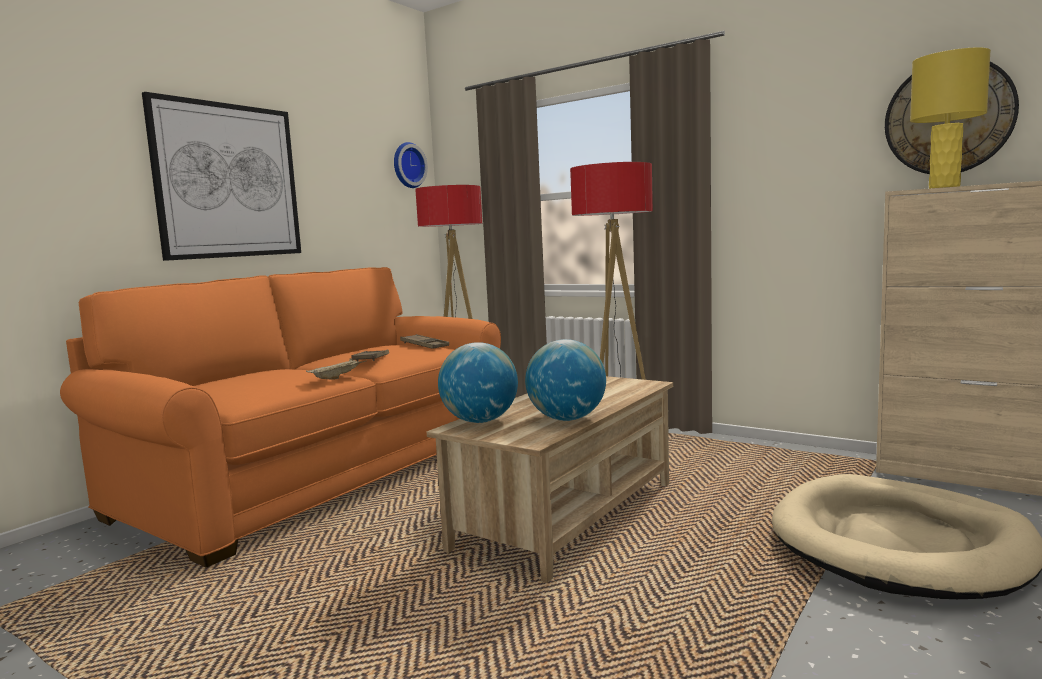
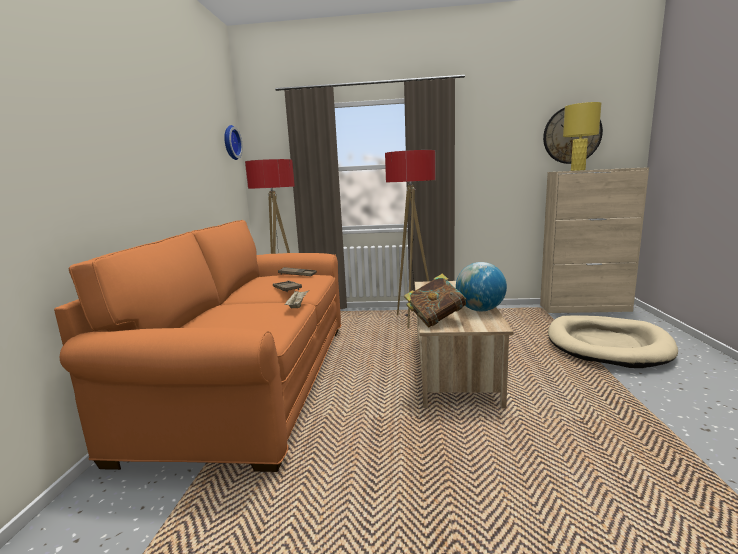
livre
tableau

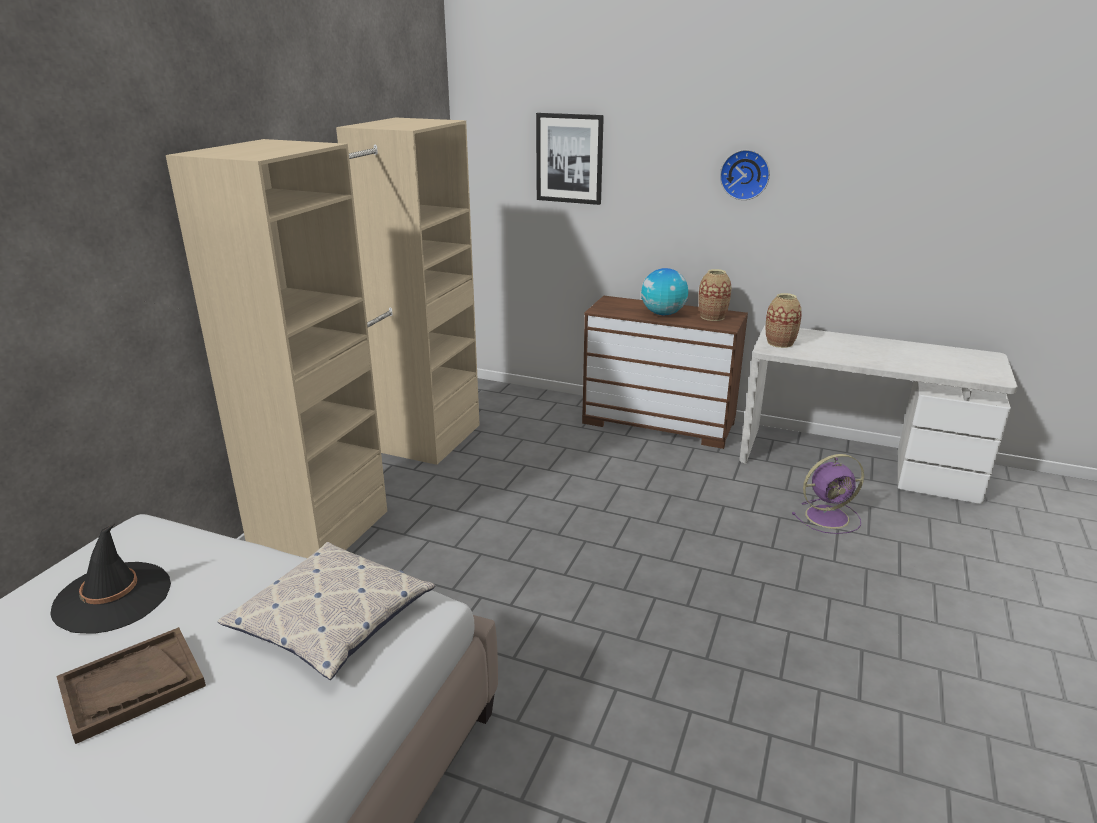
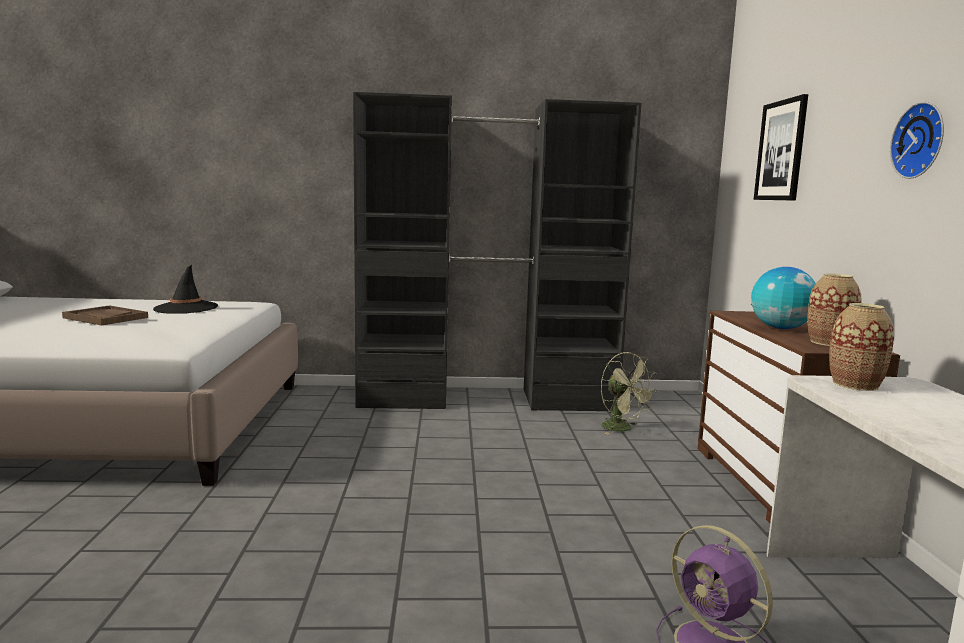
armoire/noir
ventilateur/vert
coussin

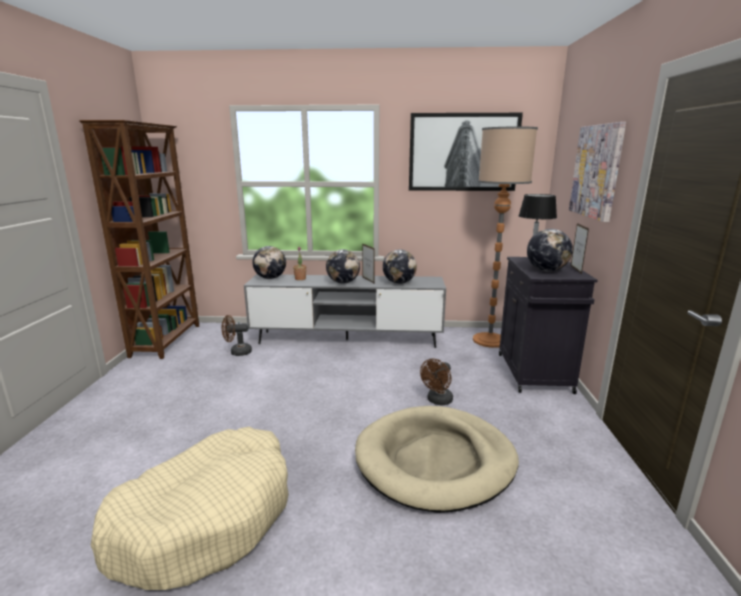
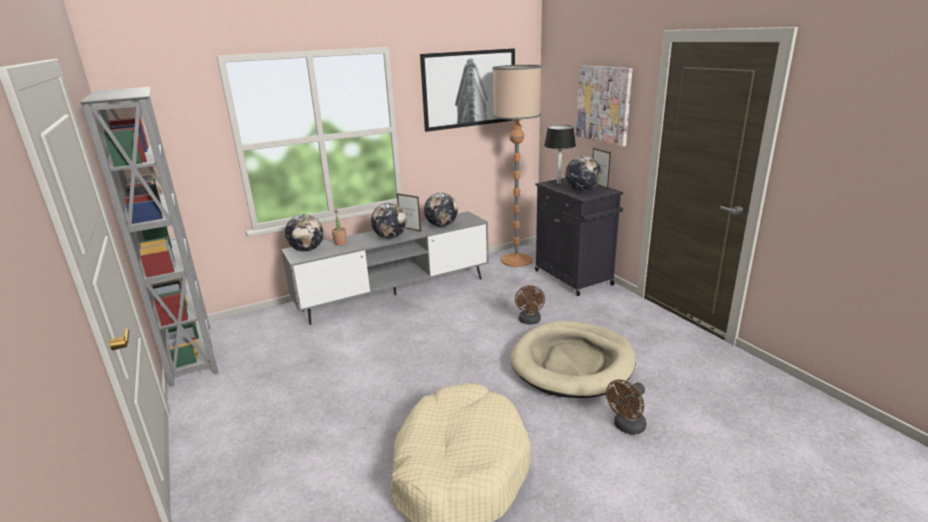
bibliothèque/gris
ventilateur/marron (2nd from left)

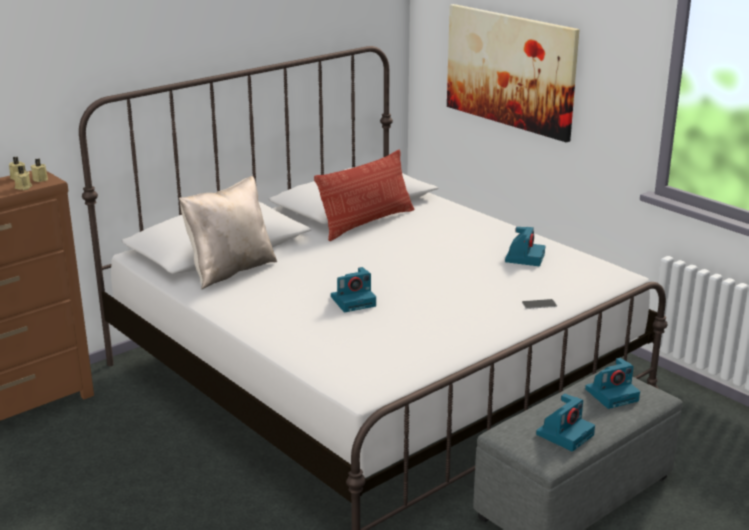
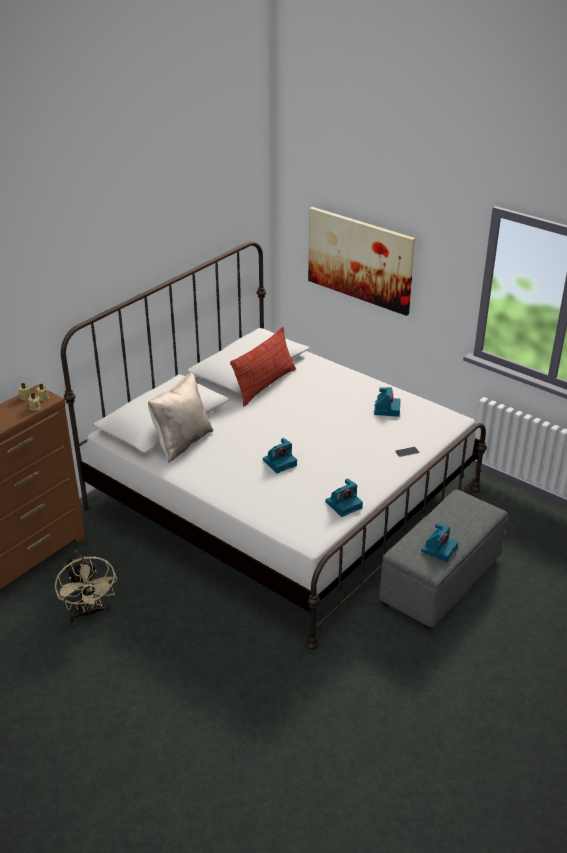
ventilateur/beige
appareil photo (2nd from left)

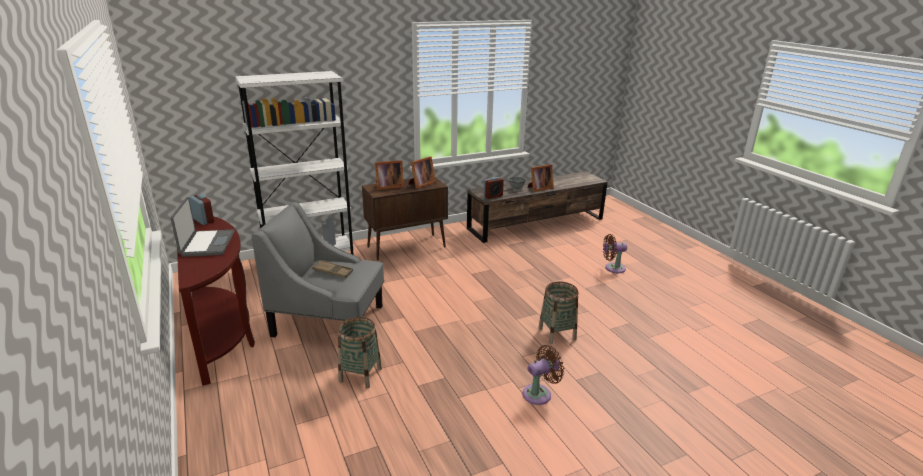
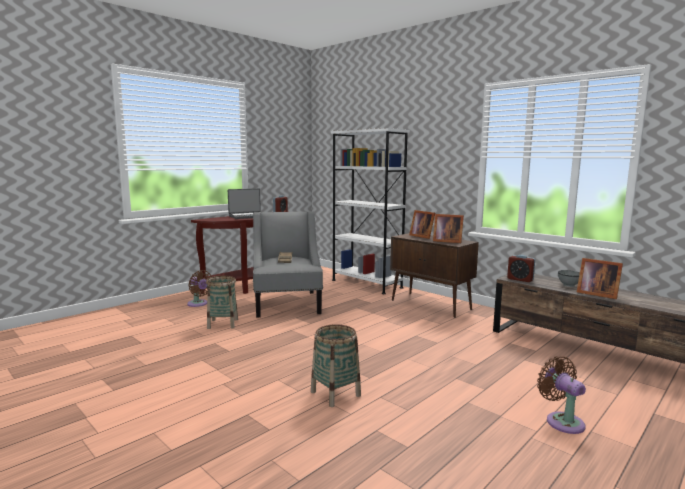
ventilateur/marron (1st from left)

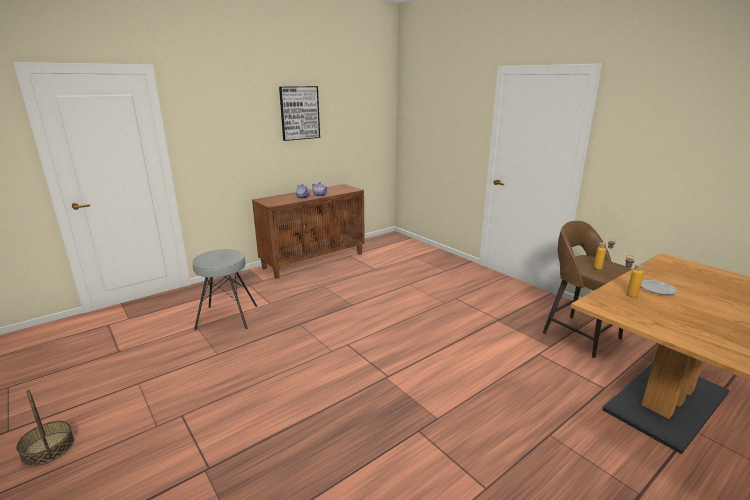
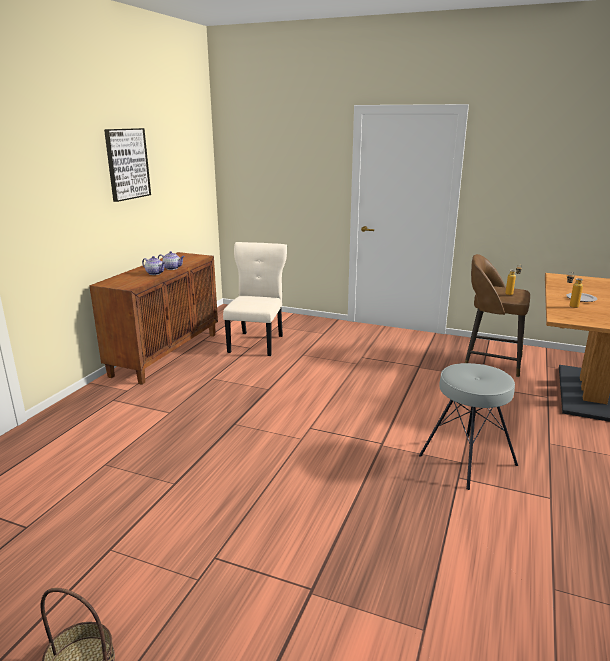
chaise/beige
tabouret/gris

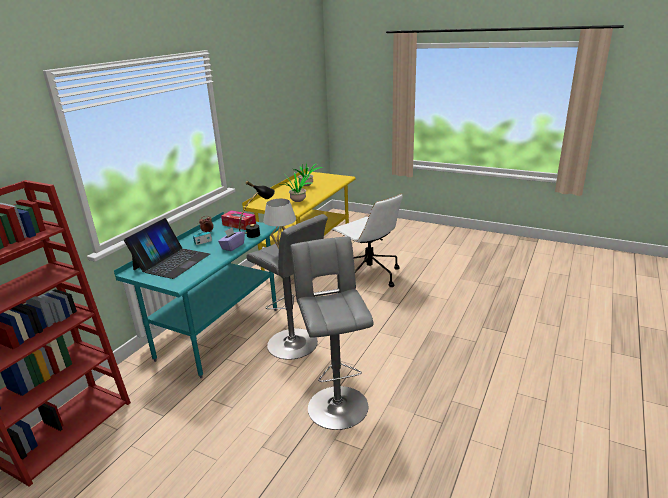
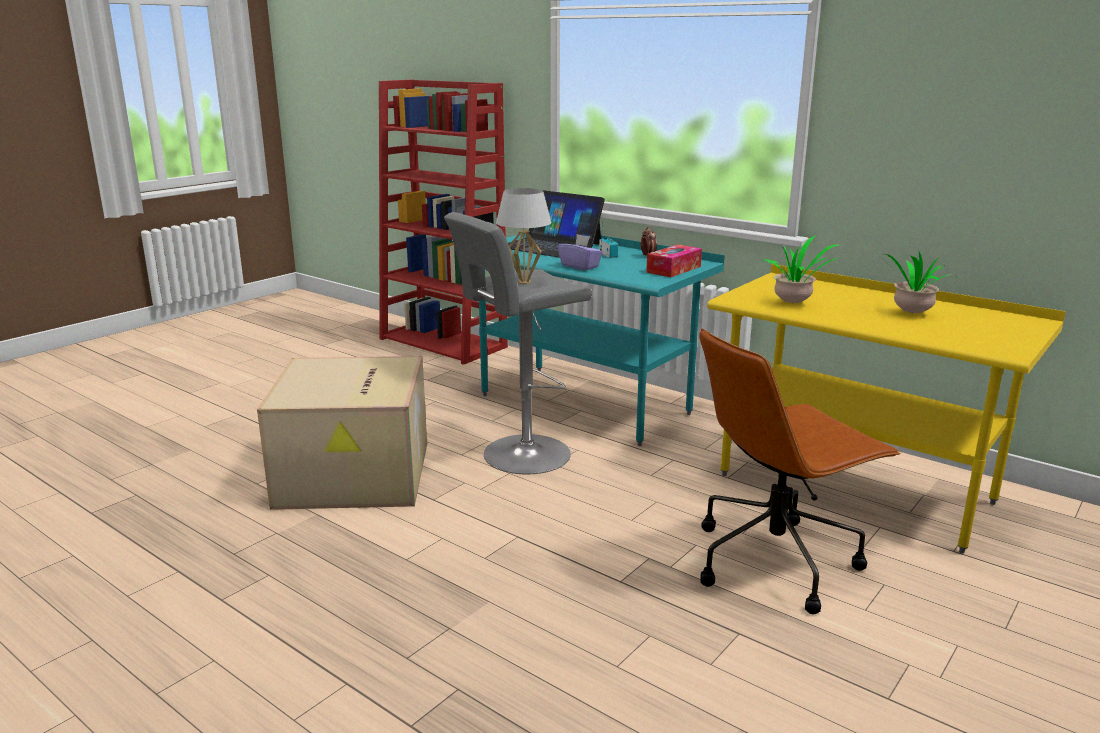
carton
chaise de bureau/marron
lampe de table/noir

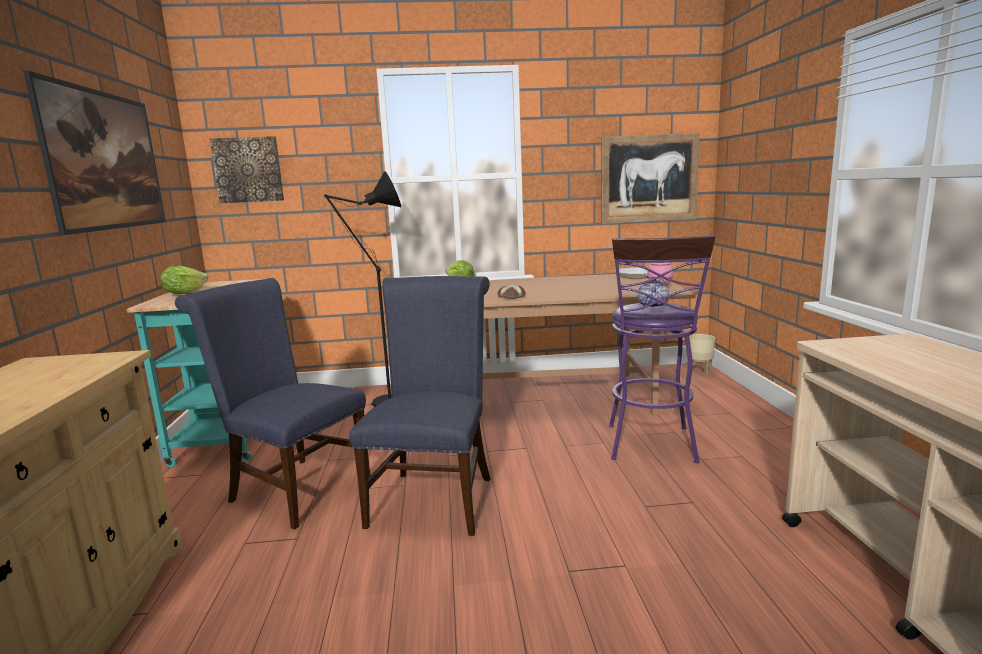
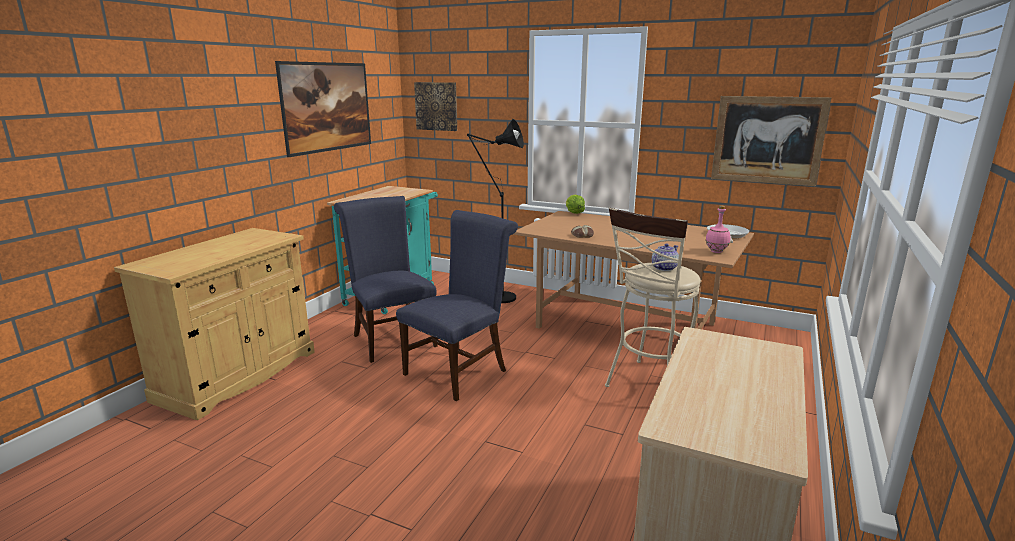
tabouret/beige
laitue (1st from left in the first image)
cache-pot/beige

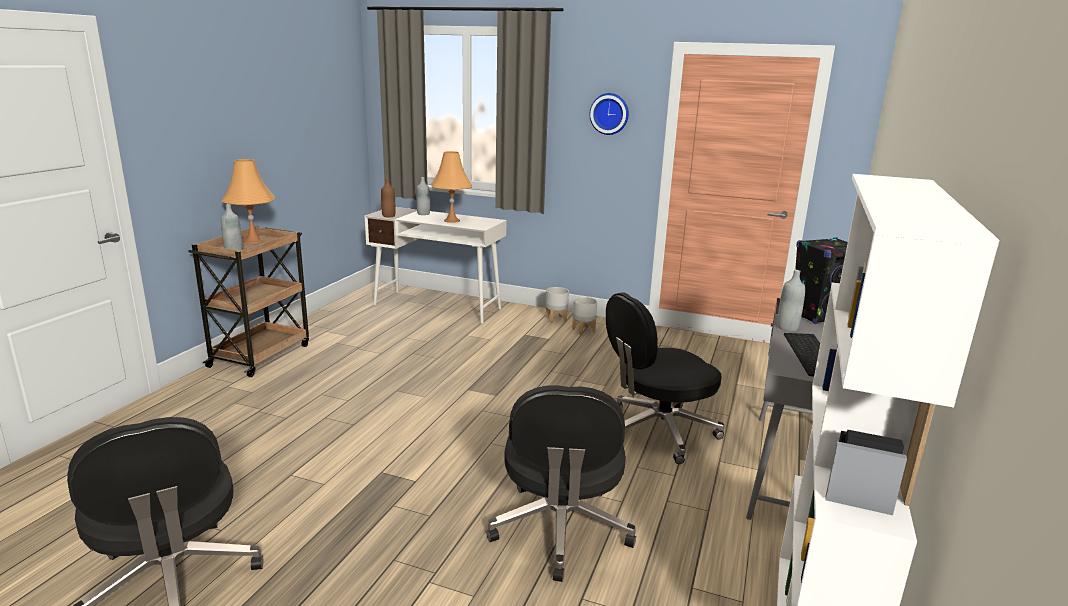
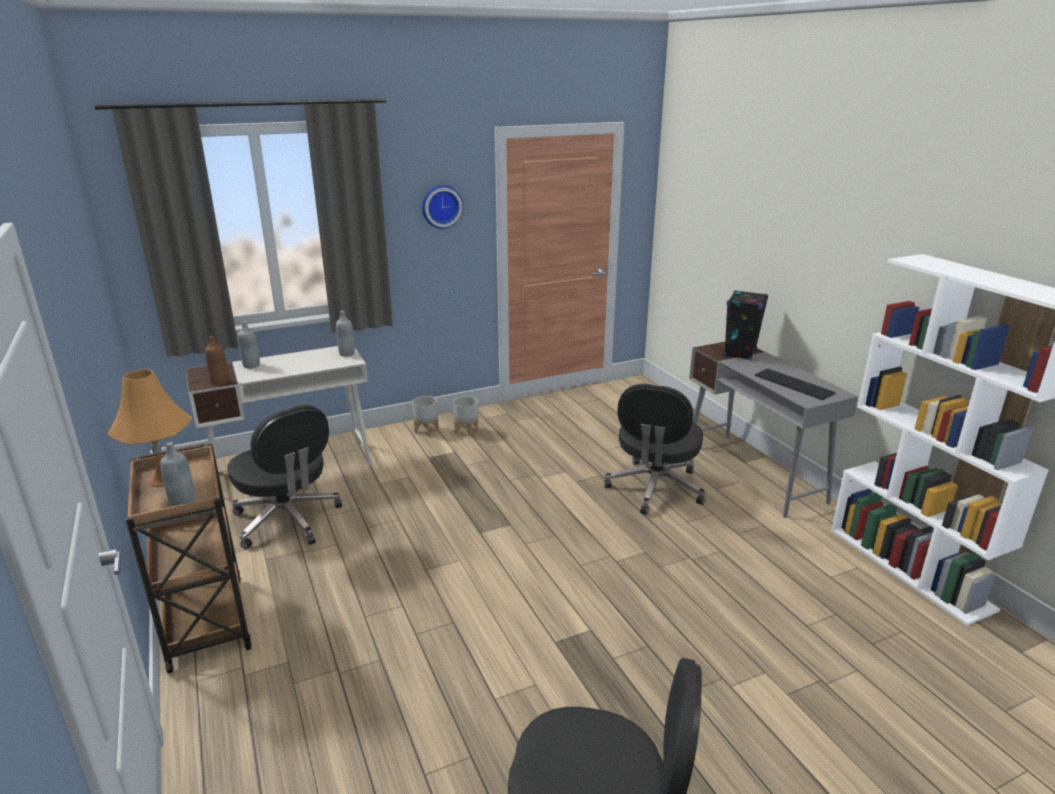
chaise de bureau/noir (1st from left)
bouteille/gris (3rd from left)
lampe de table/orange (2nd from left in the first image)

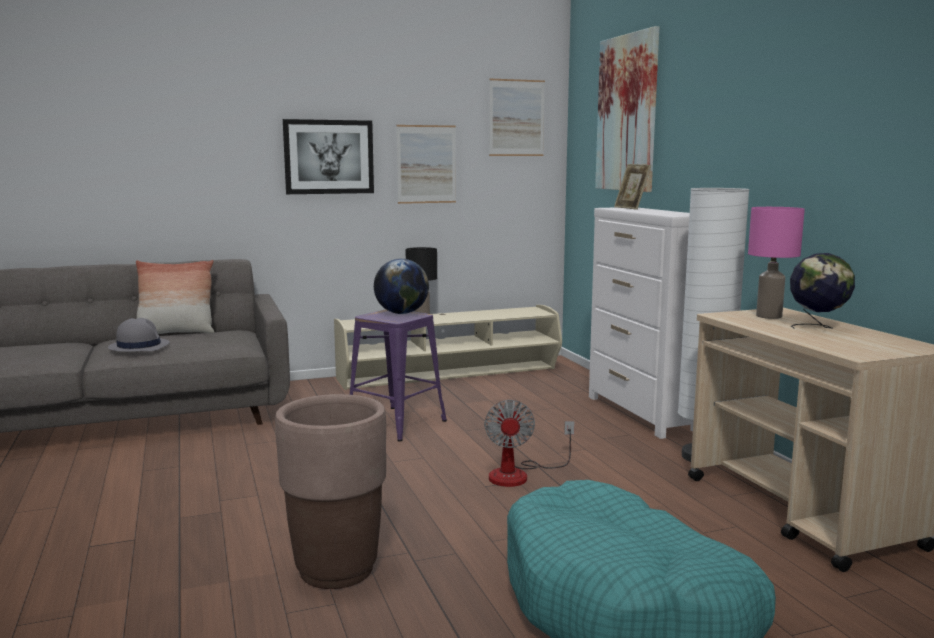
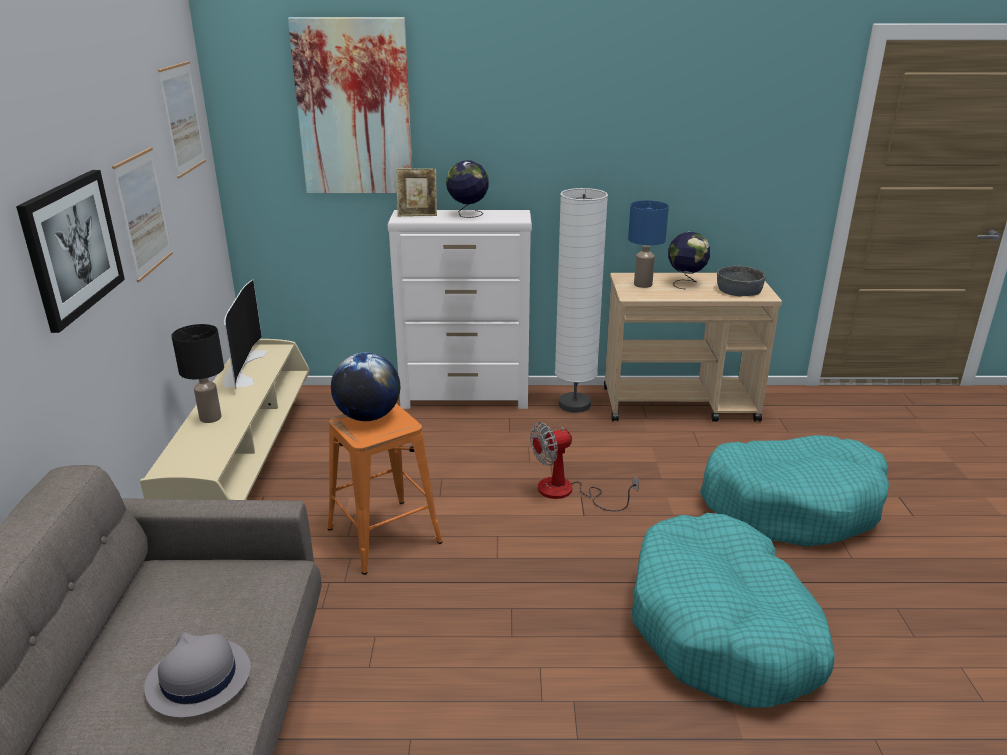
téléviseur
tabouret/orange
globe (2nd from left)
ventilateur
lampe de table/bleu
panier pour chien/turquoise (1st from left)
bol/gris
coussin

